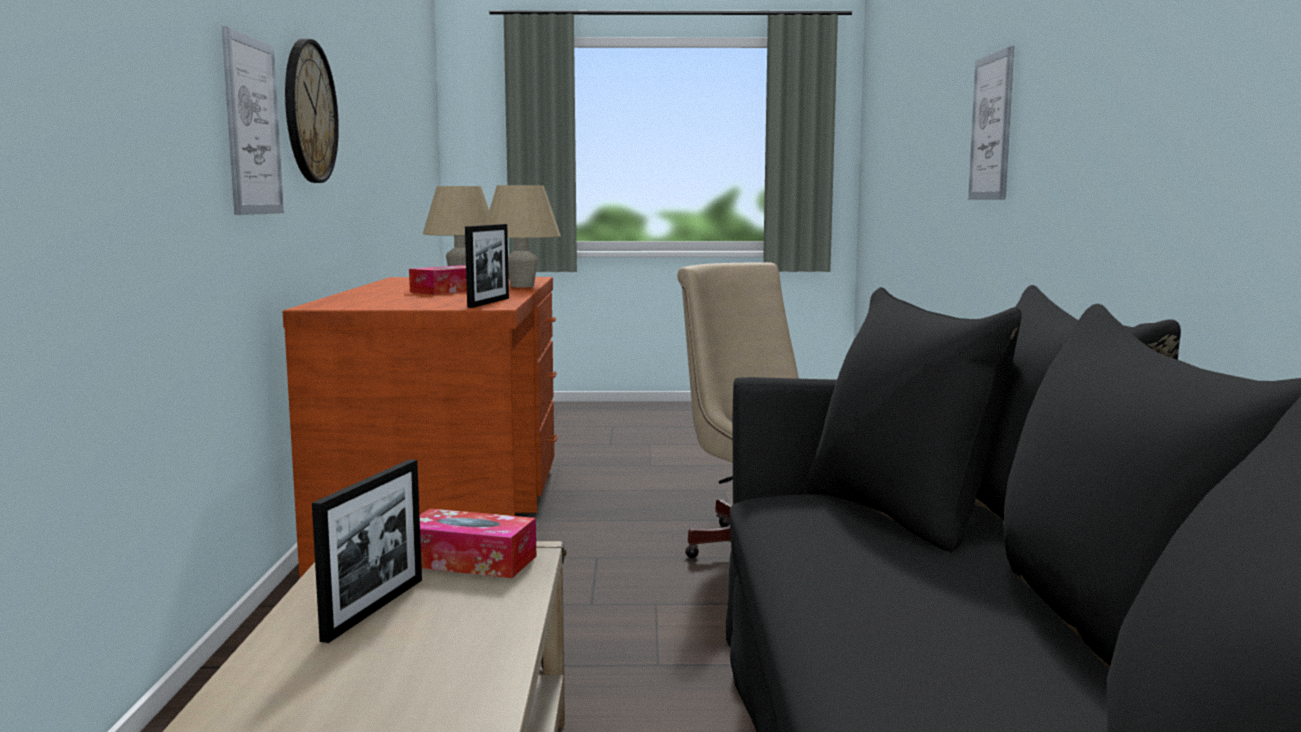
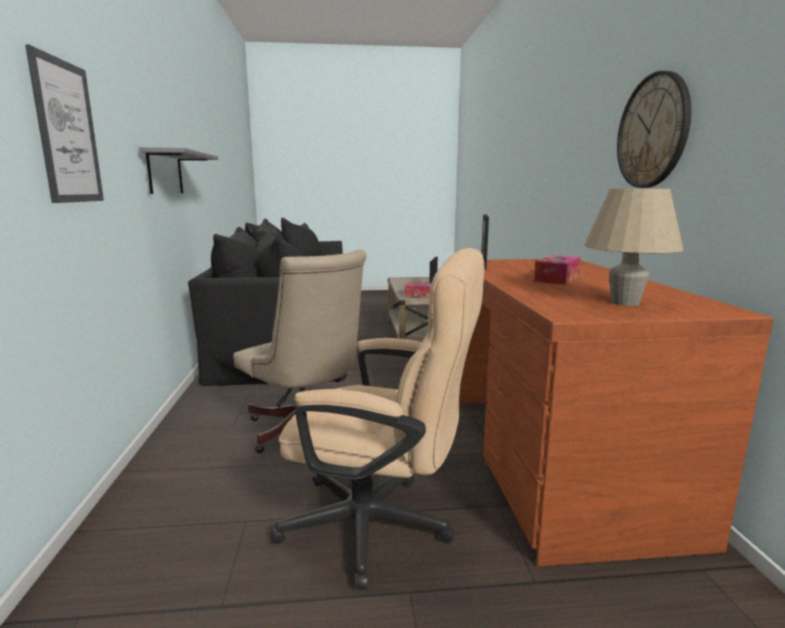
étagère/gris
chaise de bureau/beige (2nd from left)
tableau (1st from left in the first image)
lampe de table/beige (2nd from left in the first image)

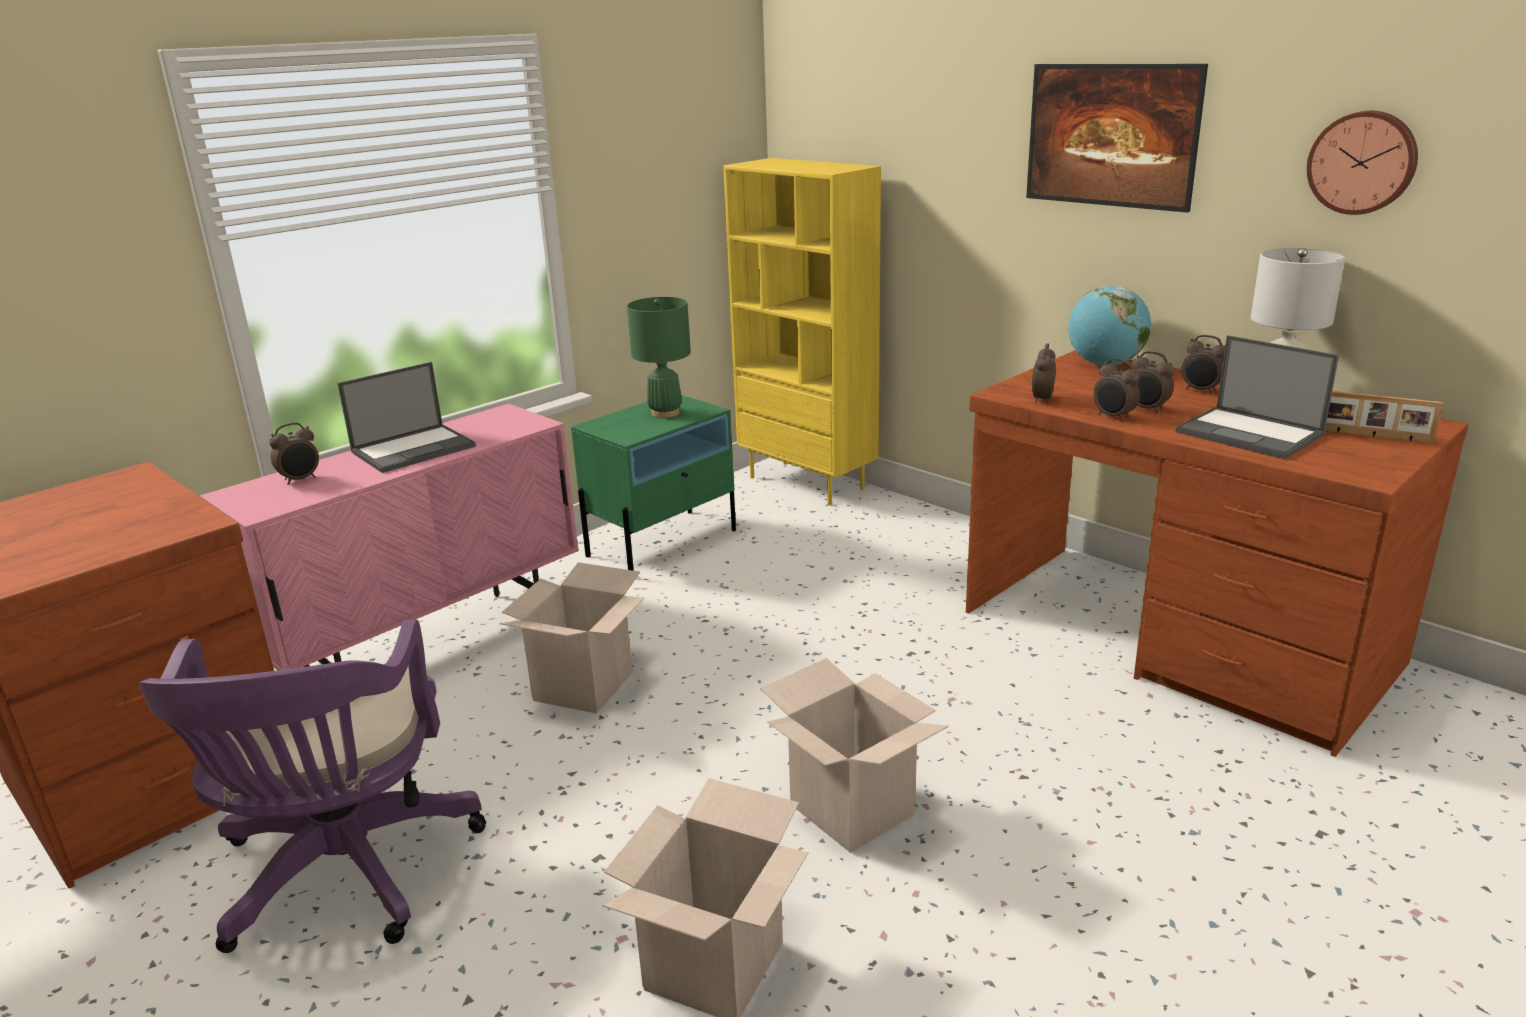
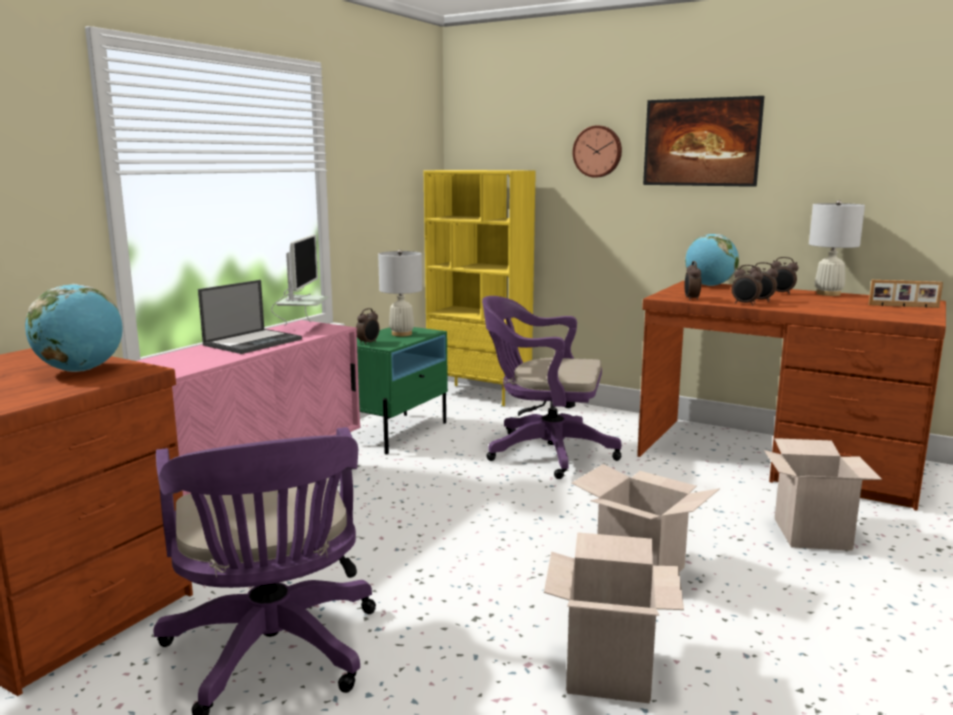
globe (1st from left)
écran d'ordinateur
réveil (1st from left)
lampe de table/blanc (1st from left)
chaise de bureau/violet (2nd from left)
horloge murale
carton (3rd from left)
ordinateur portable (2nd from left in the first image)

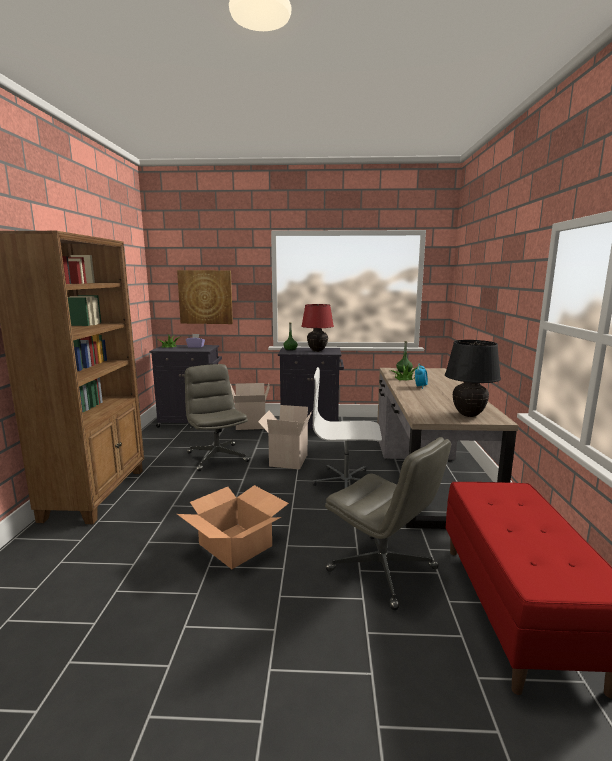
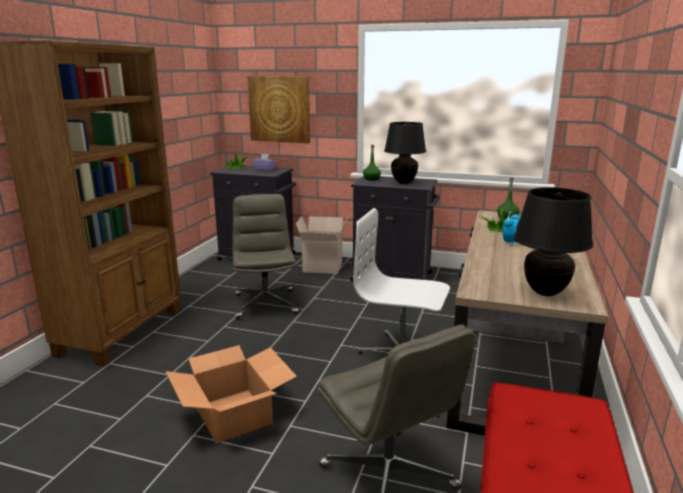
lampe de table/noir (1st from left)
carton (3rd from left in the first image)

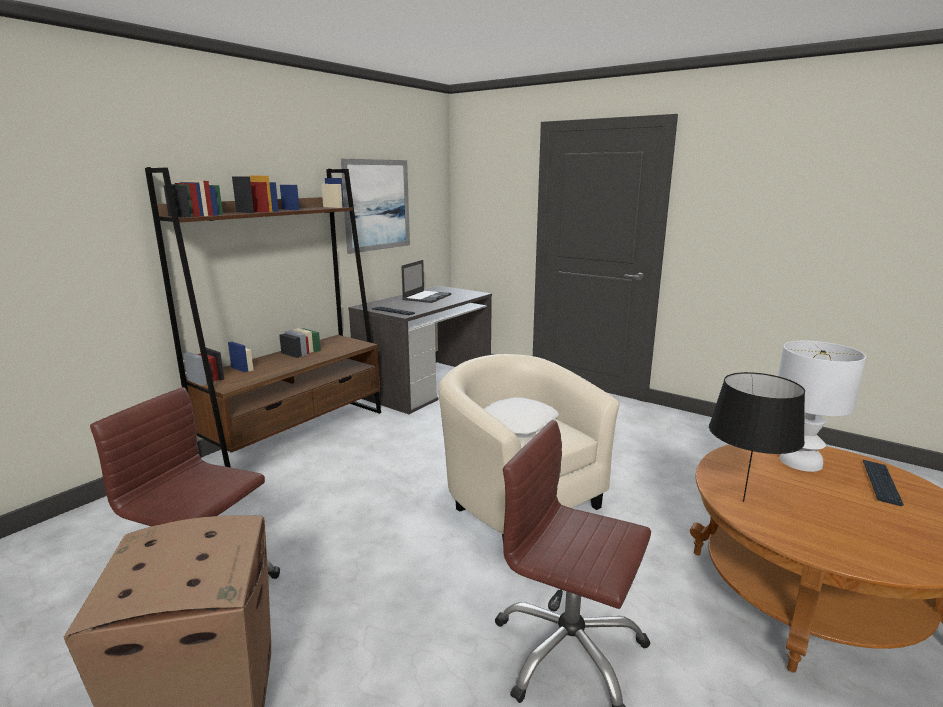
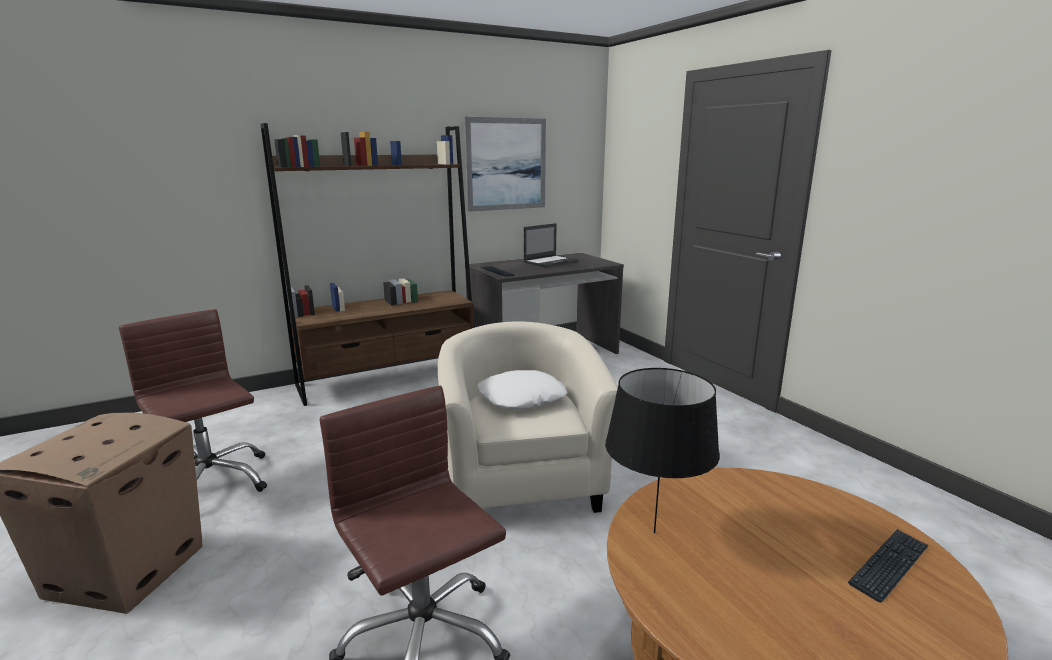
lampe de table/blanc

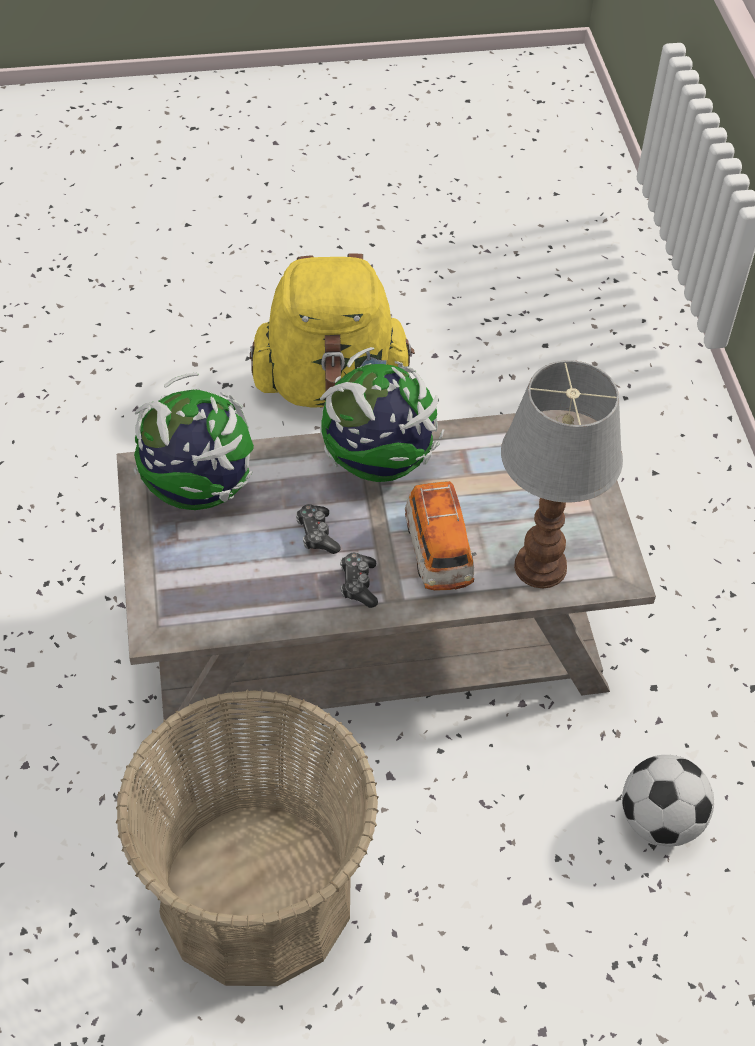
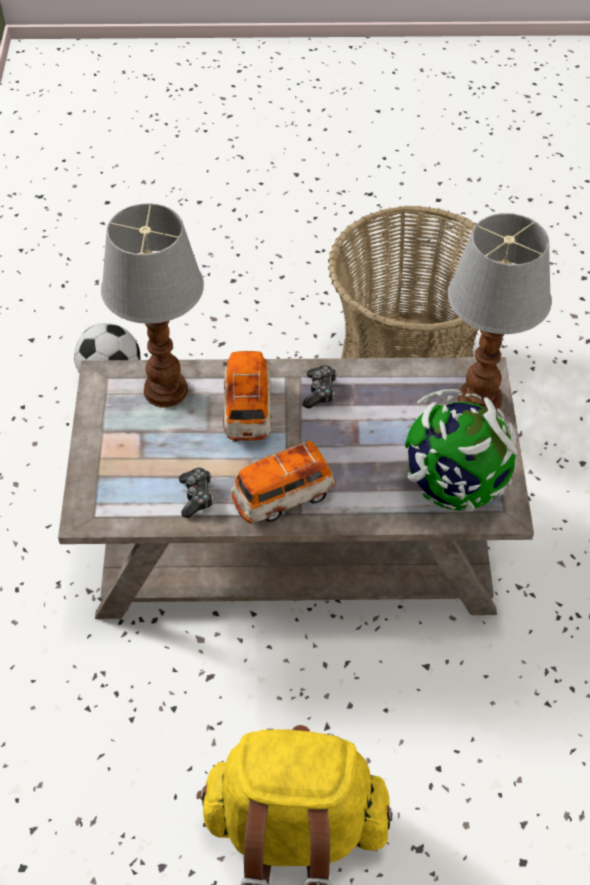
manette (1st from left)
petite voiture (2nd from left)
lampe de table (2nd from left)

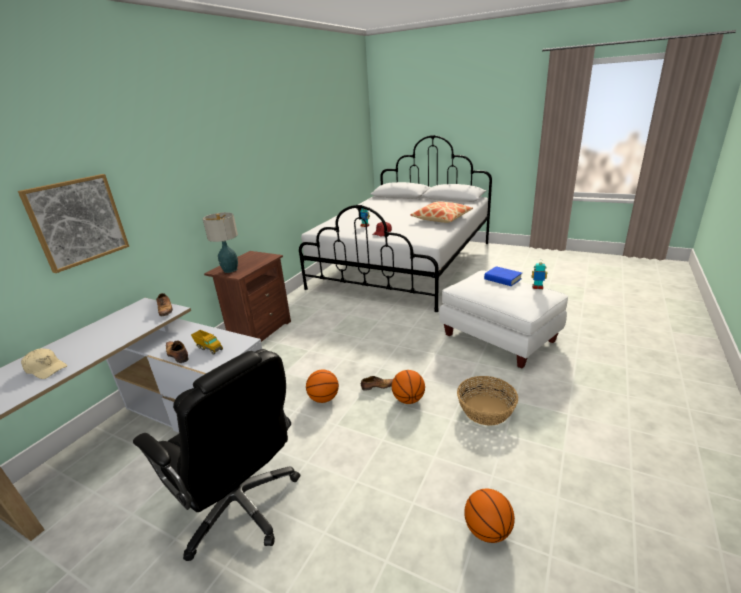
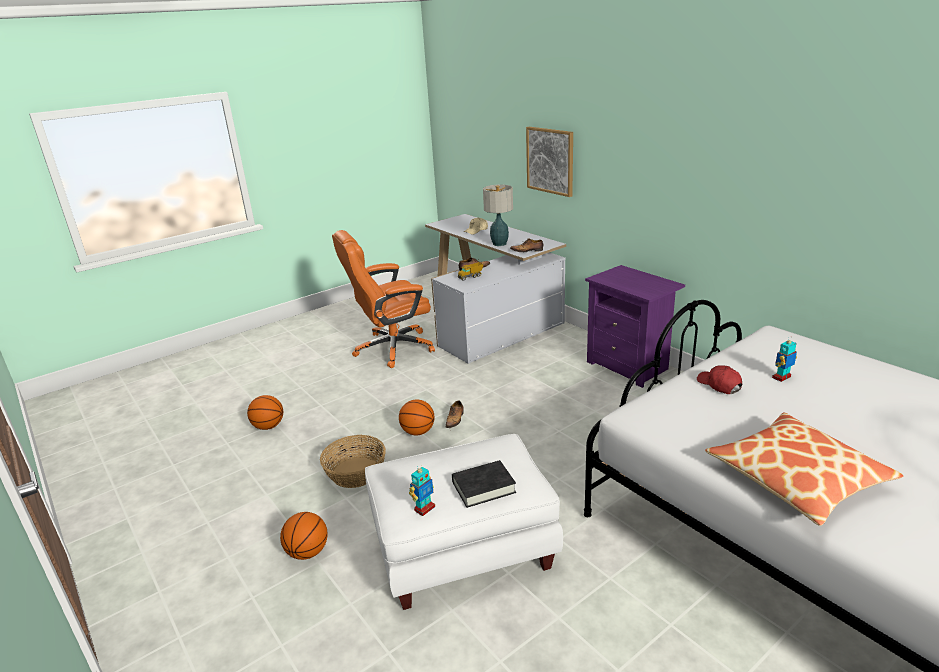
ballon de basket (2nd from left)
chaise de bureau/orange
livre/noir
lampe de table
table de chevet/violet

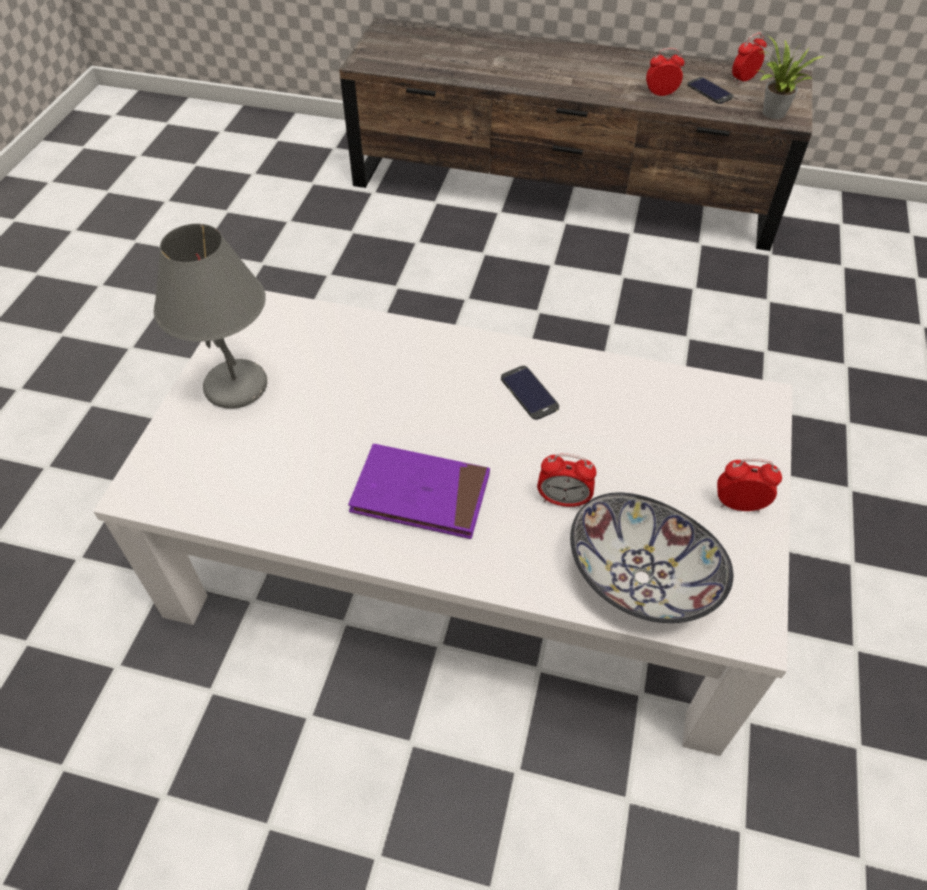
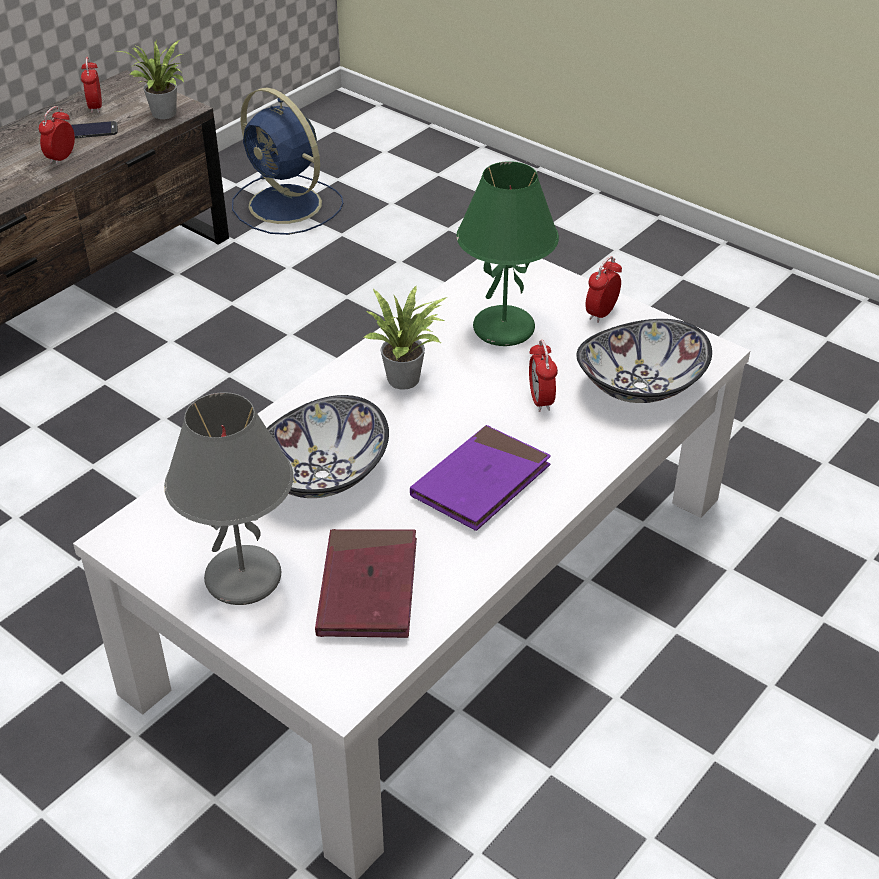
ventilateur/bleu
bol (1st from left)
livre/rouge
plante en pot (2nd from left)
lampe de table/vert
réveil (3rd from left)

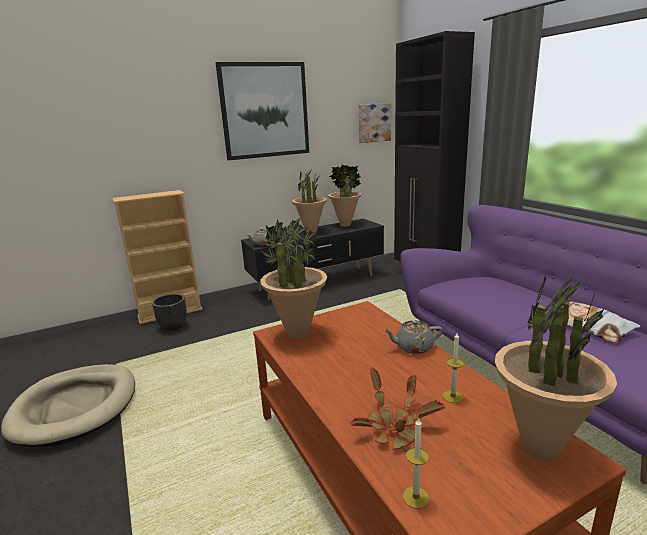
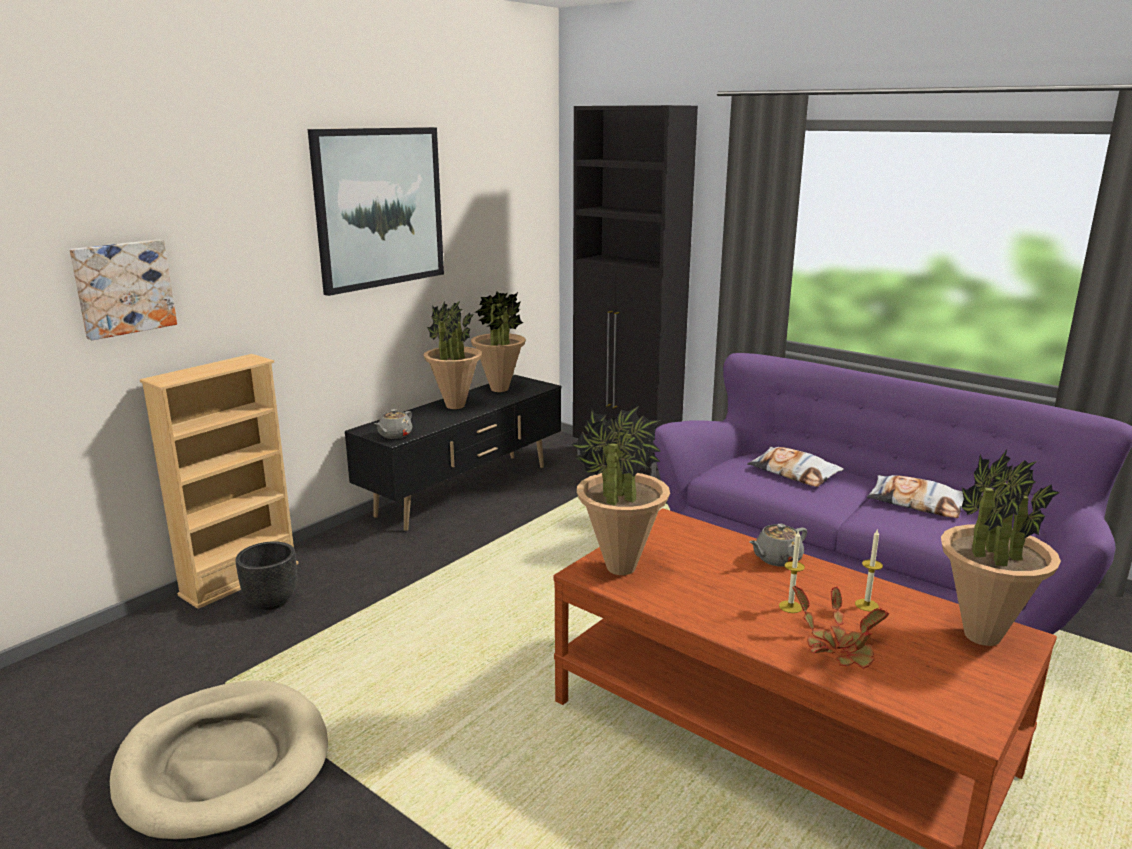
tableau (1st from left)
coussin (1st from left)
bougie (1st from left)

